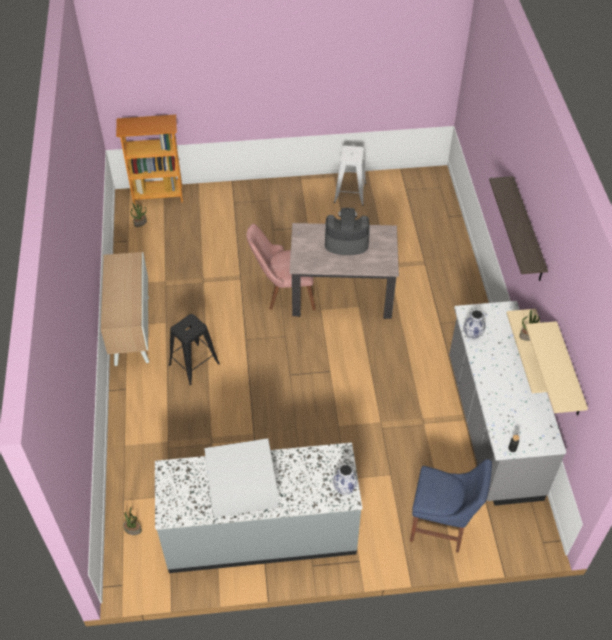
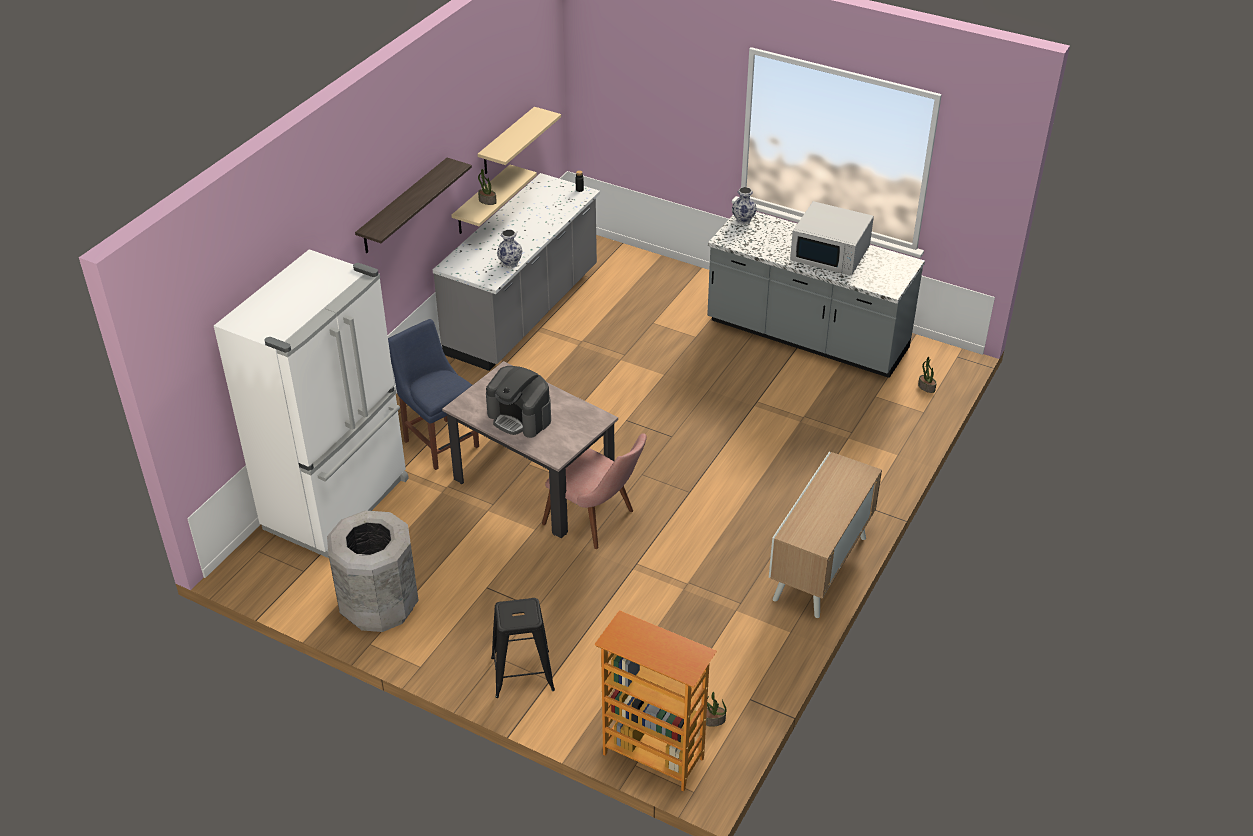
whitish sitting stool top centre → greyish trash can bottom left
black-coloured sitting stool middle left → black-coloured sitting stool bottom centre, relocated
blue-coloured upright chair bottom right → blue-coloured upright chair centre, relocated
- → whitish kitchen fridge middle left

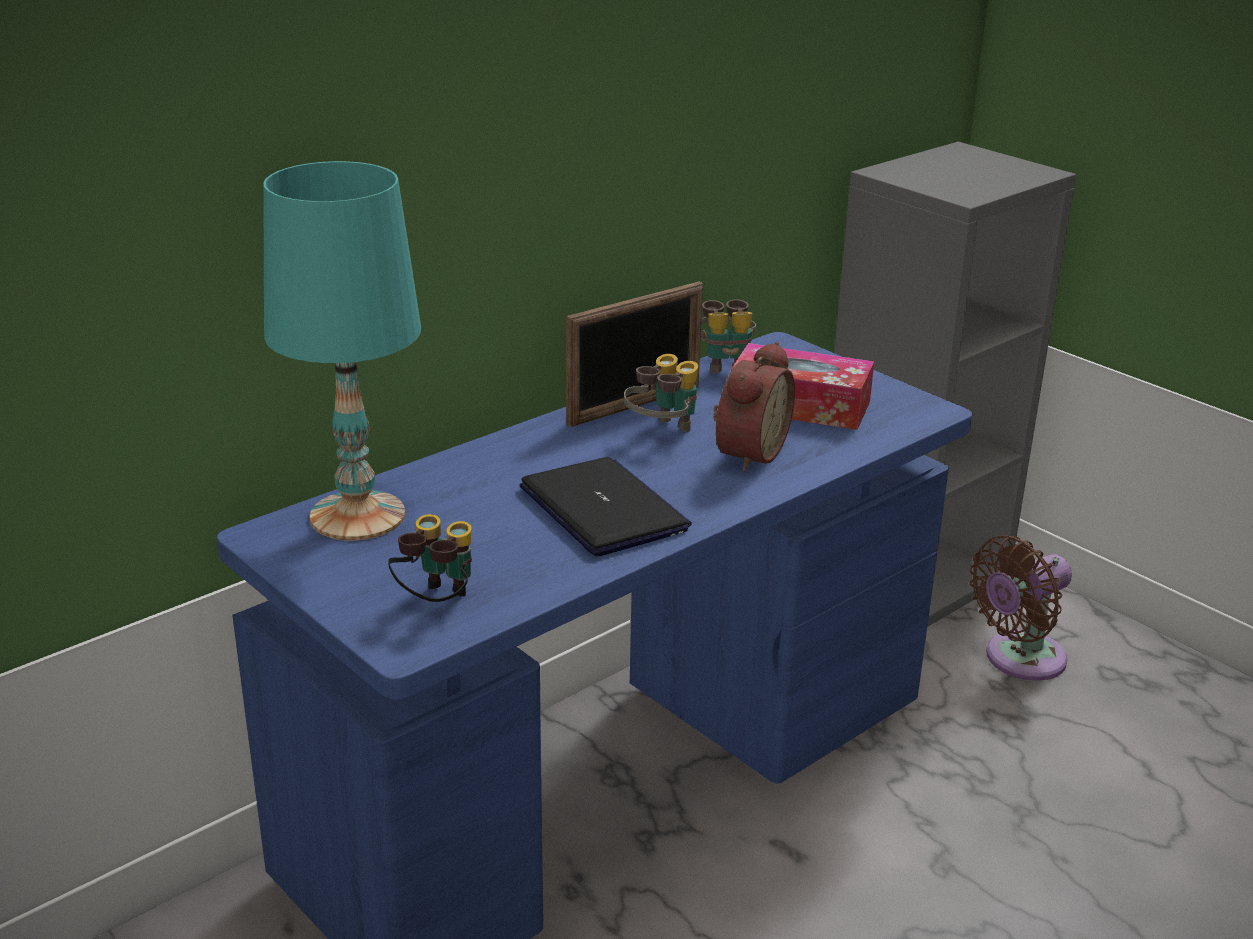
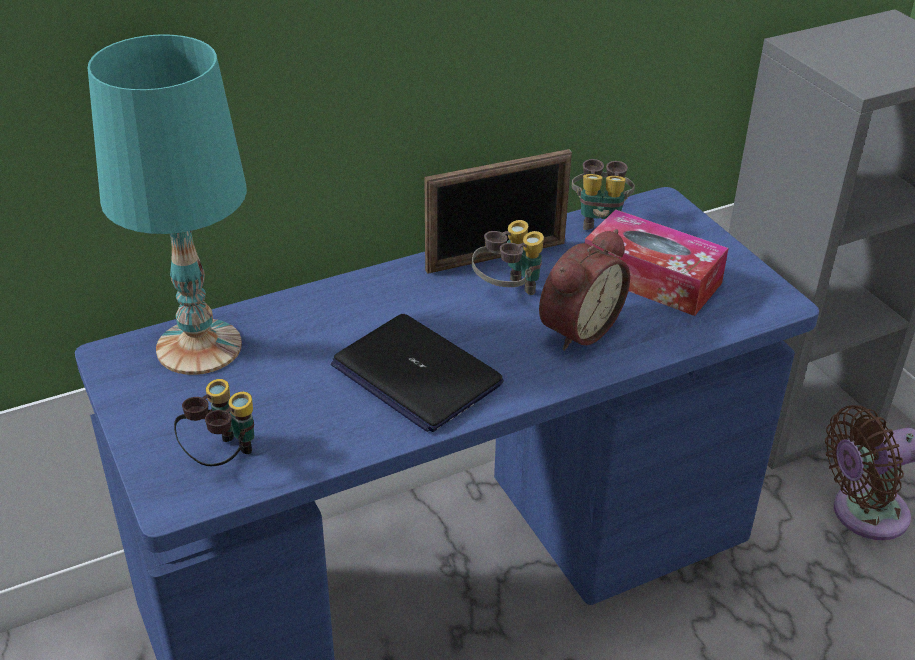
portable computer centre, 150 degrees clockwise

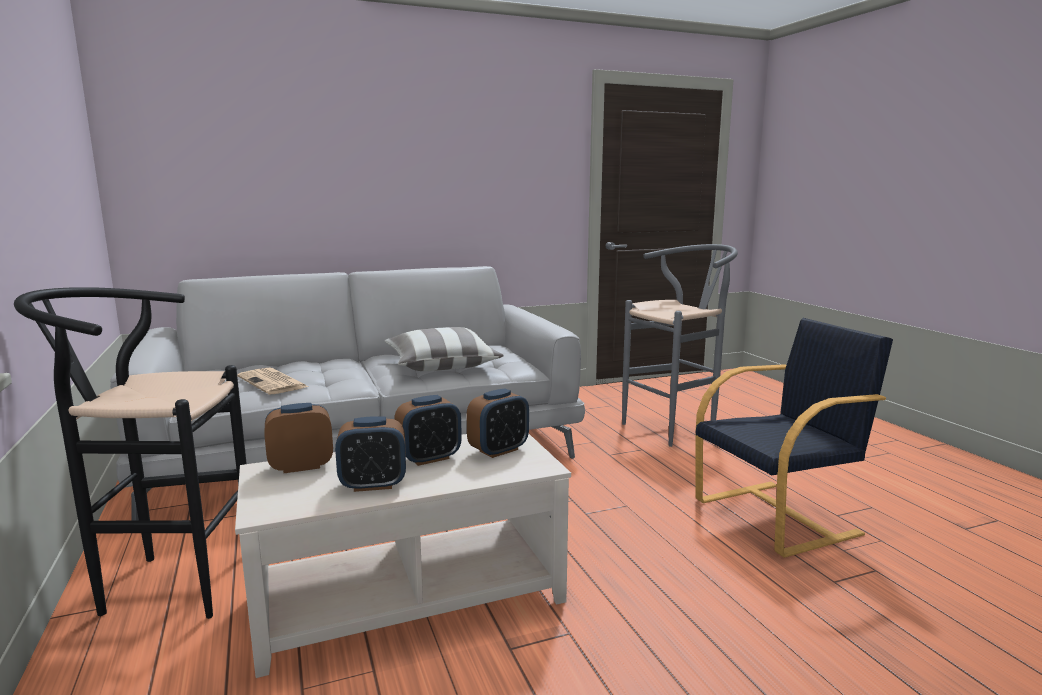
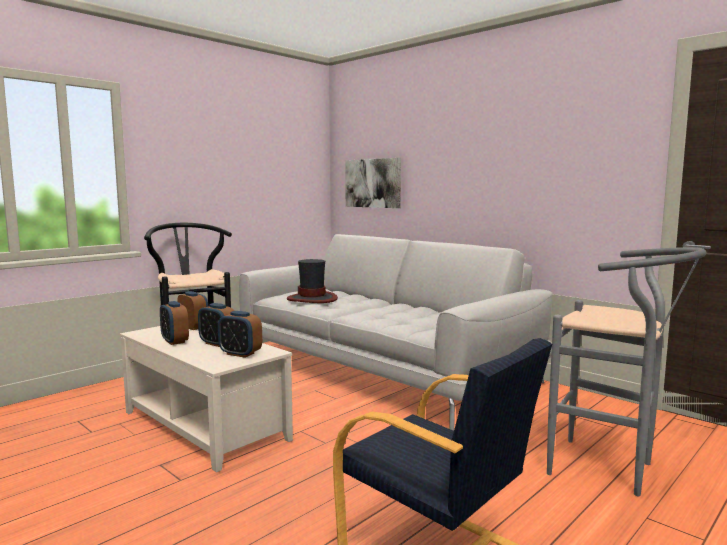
pillow centre → -
daily paper middle left → wearable hat centre
- → picture centre

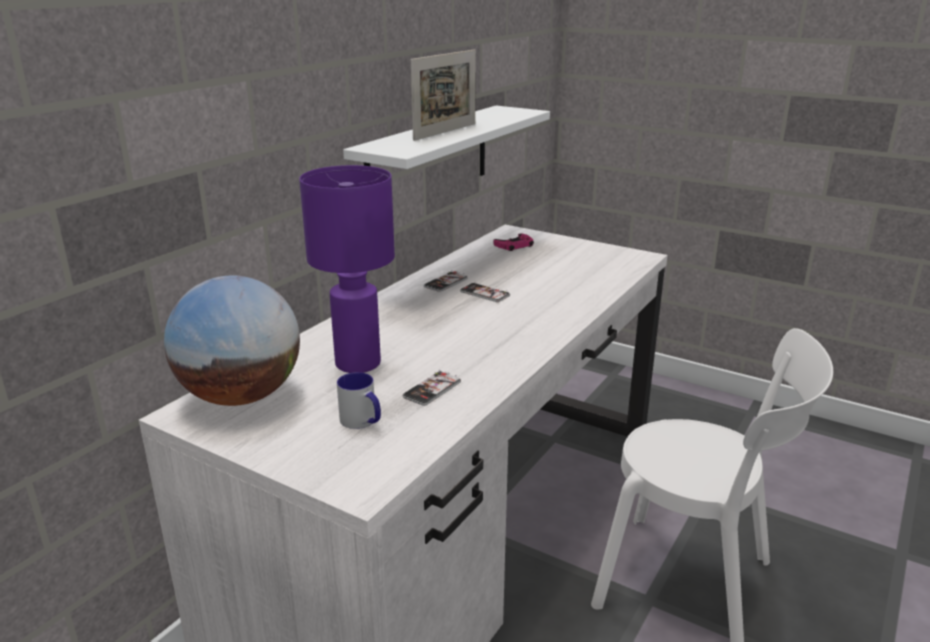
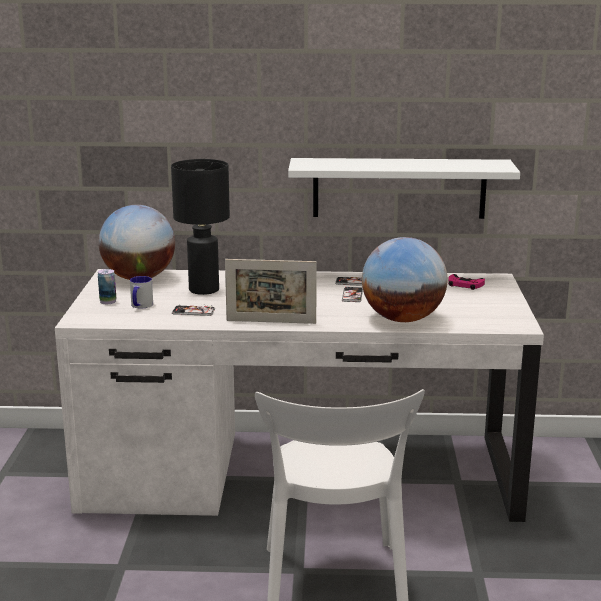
picture frame top centre → picture frame centre, relocated
purple lamp for a table centre → black-coloured lamp for a table middle left
- → globe (no. 2 from left) middle right
- → can middle left

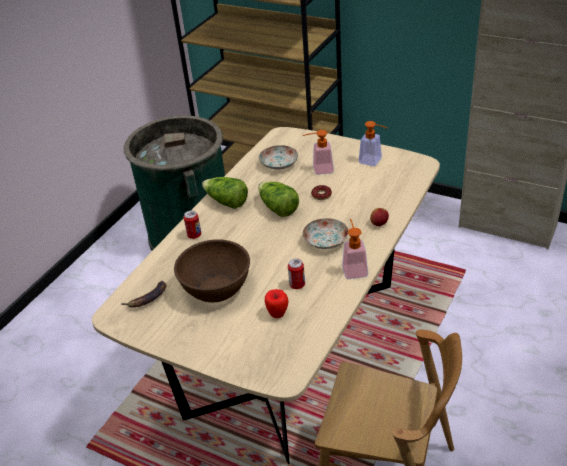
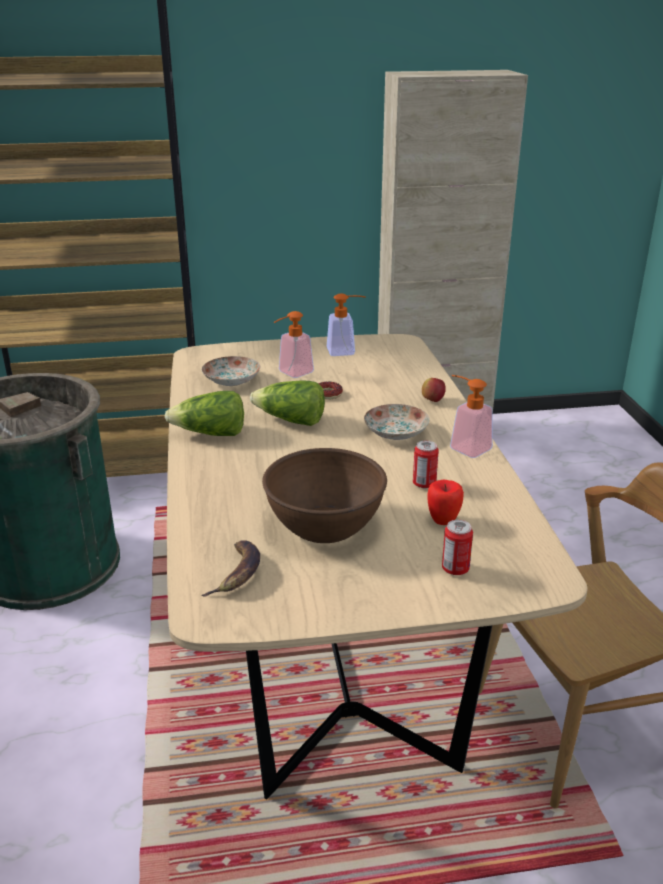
can (no. 1 from left in the first image) centre → can (no. 2 from left) middle right, relocated

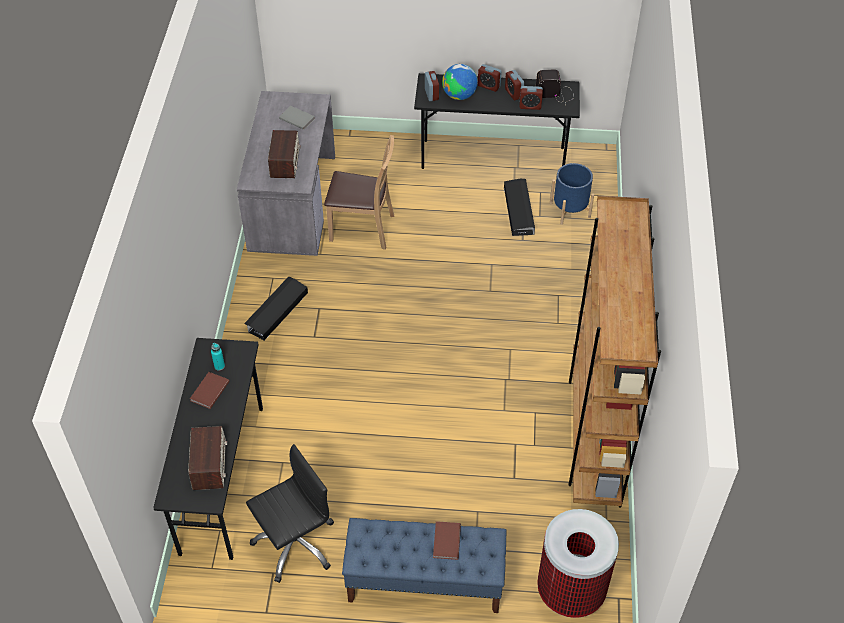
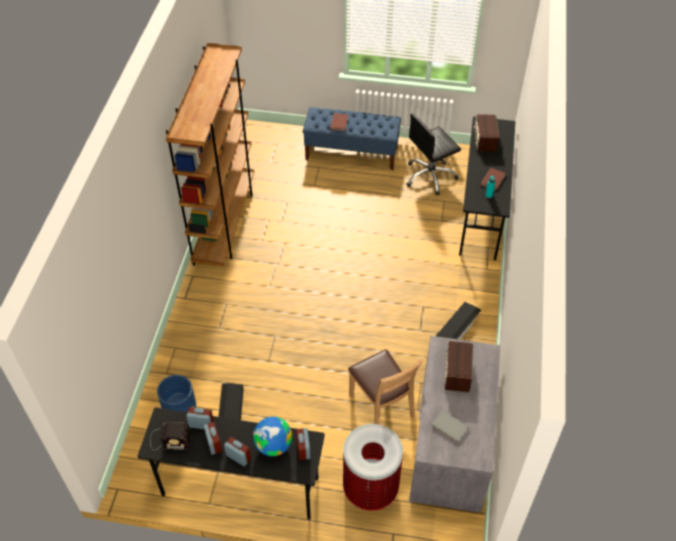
brownish upright chair top centre → brownish upright chair bottom centre, 135 degrees counterclockwise
trash can bottom right → trash can bottom centre, relocated

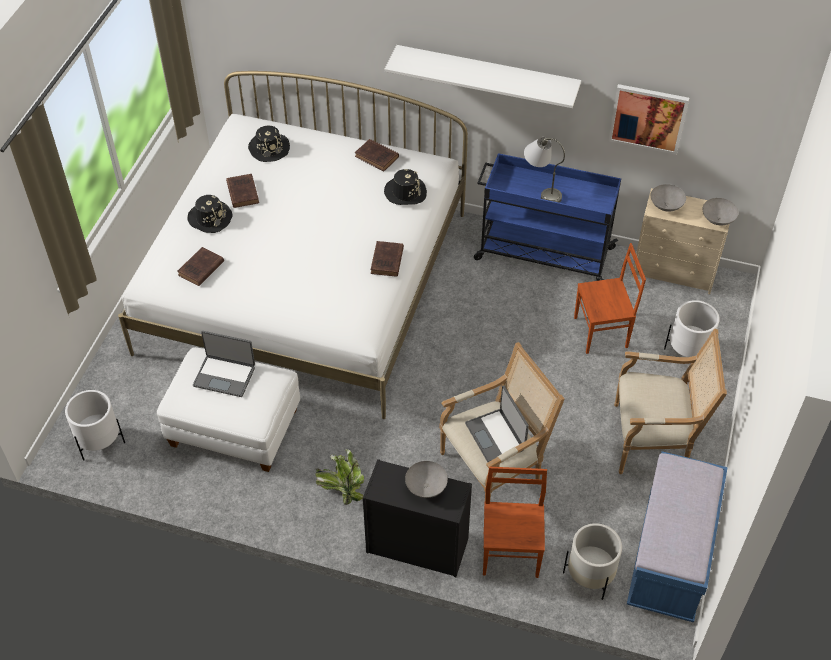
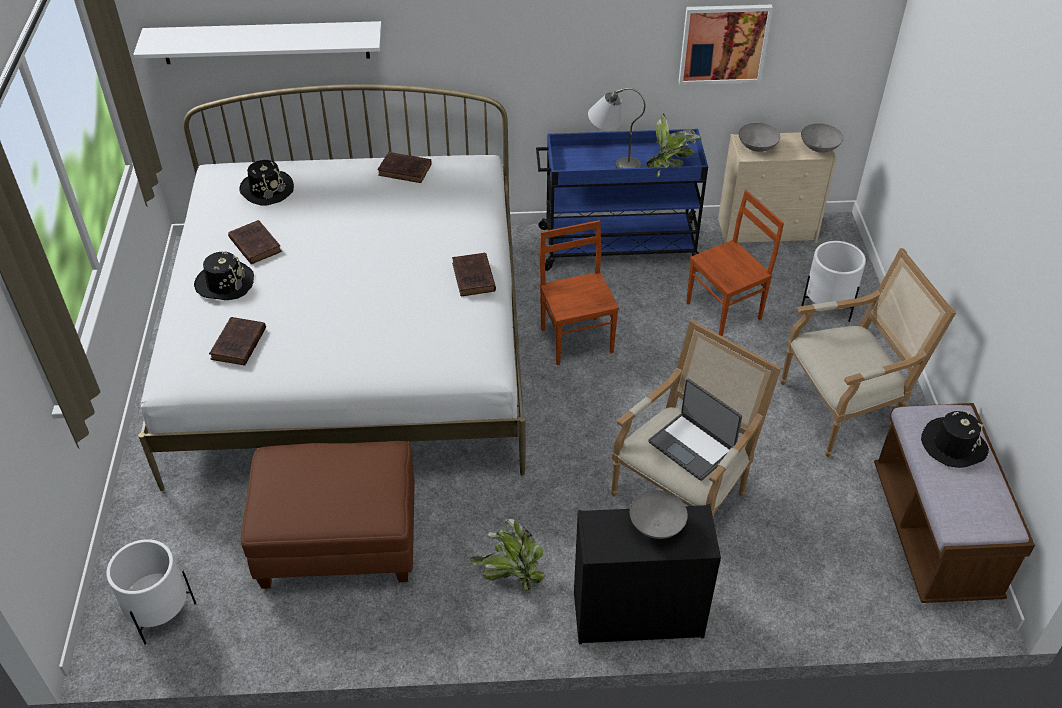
whitish wall shelf top centre → whitish wall shelf top left, relocated
black-coloured wearable hat (no. 3 from left) top centre → black-coloured wearable hat (no. 3 from left) middle right, relocated
portable computer (no. 1 from left) middle left → -
whitish ottoman middle left → brownish ottoman bottom left
blue-coloured indoor bench bottom right → brownish indoor bench bottom right
brownish upright chair (no. 1 from left) bottom centre → brownish upright chair (no. 1 from left) centre, relocated
whitish plant pot (no. 2 from left) bottom right → -
- → houseplant (no. 2 from left) top centre

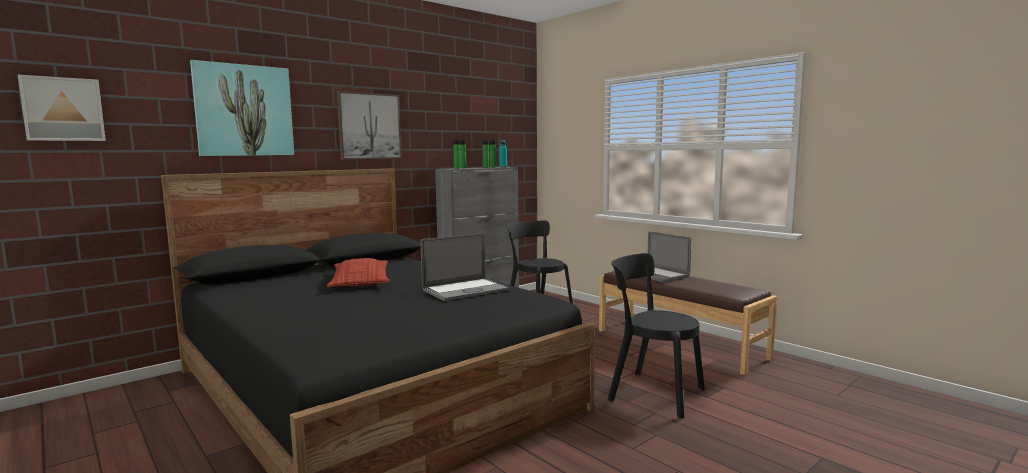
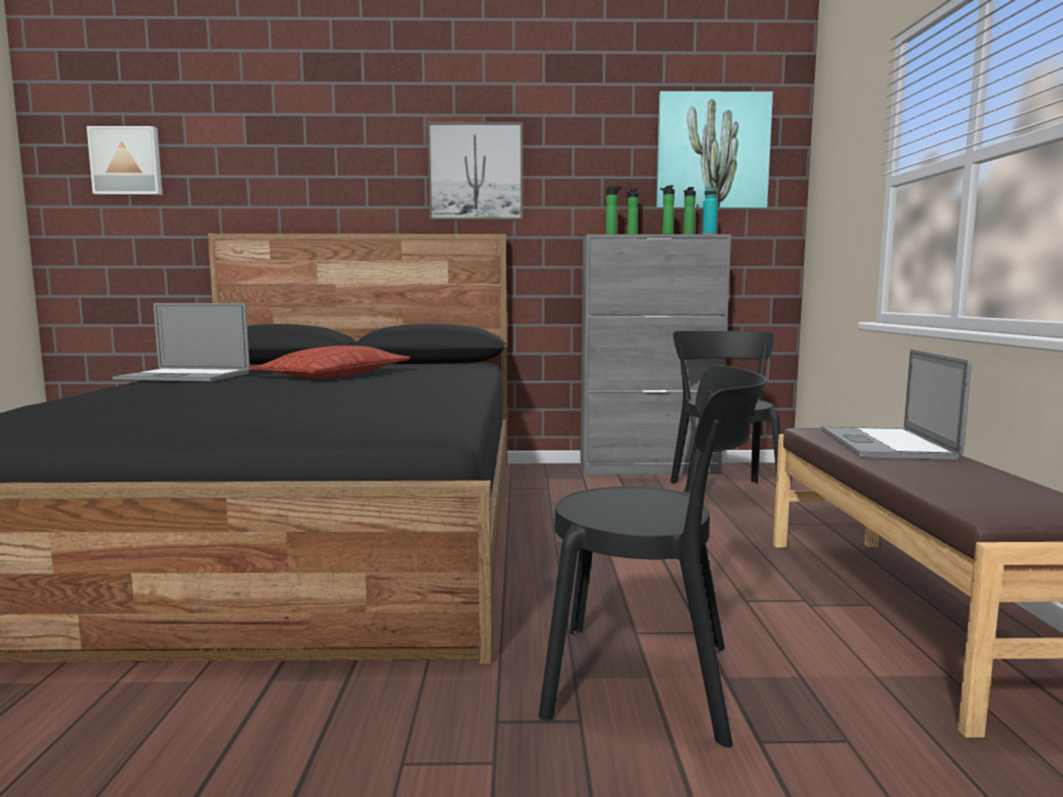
picture (no. 2 from left in the first image) top left → picture (no. 3 from left) top right, relocated
portable computer (no. 1 from left) centre → portable computer (no. 1 from left) middle left, relocated
black-coloured upright chair (no. 2 from left in the first image) bottom centre → black-coloured upright chair (no. 1 from left) bottom centre, 120 degrees clockwise

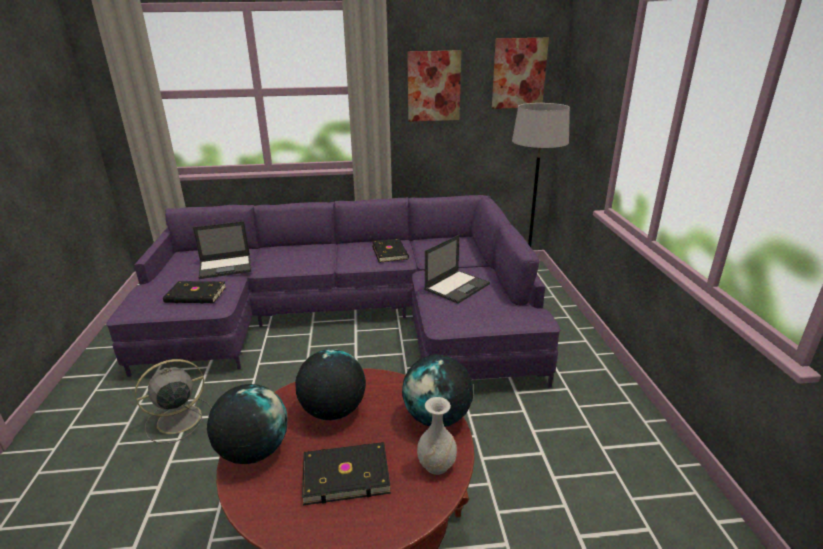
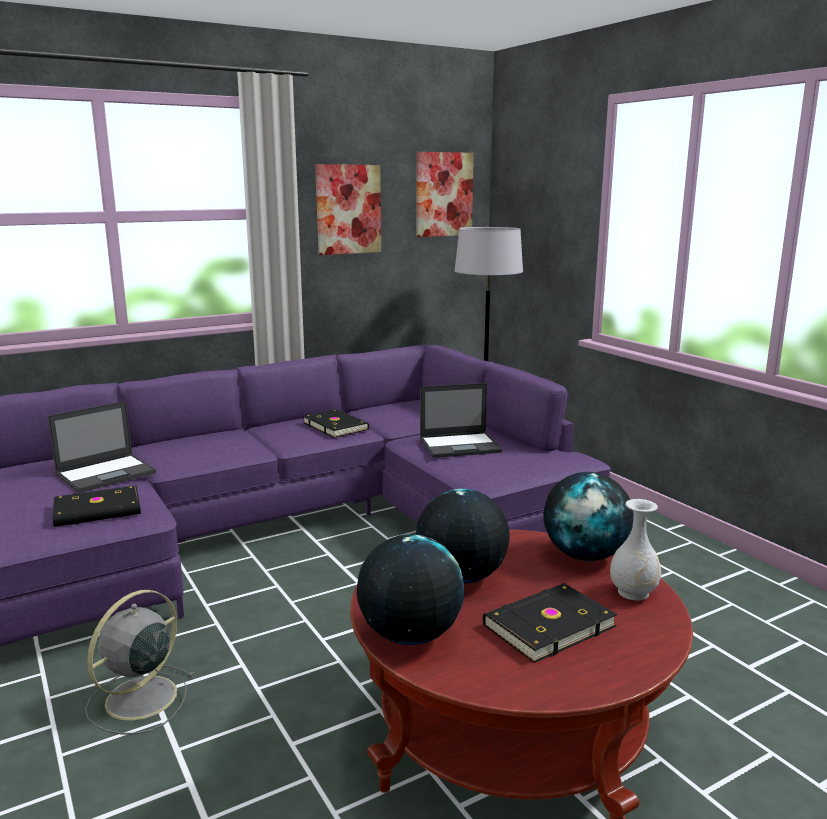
portable computer (no. 2 from left) centre, 60 degrees clockwise

